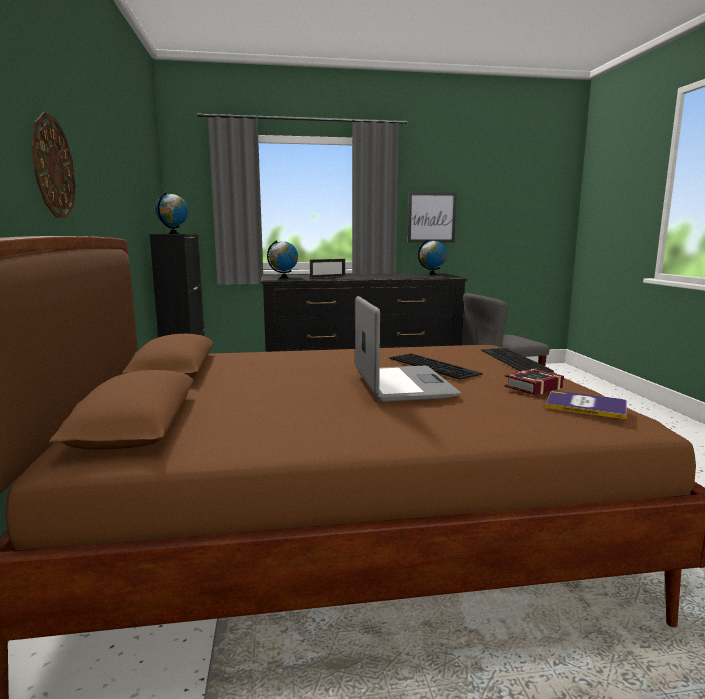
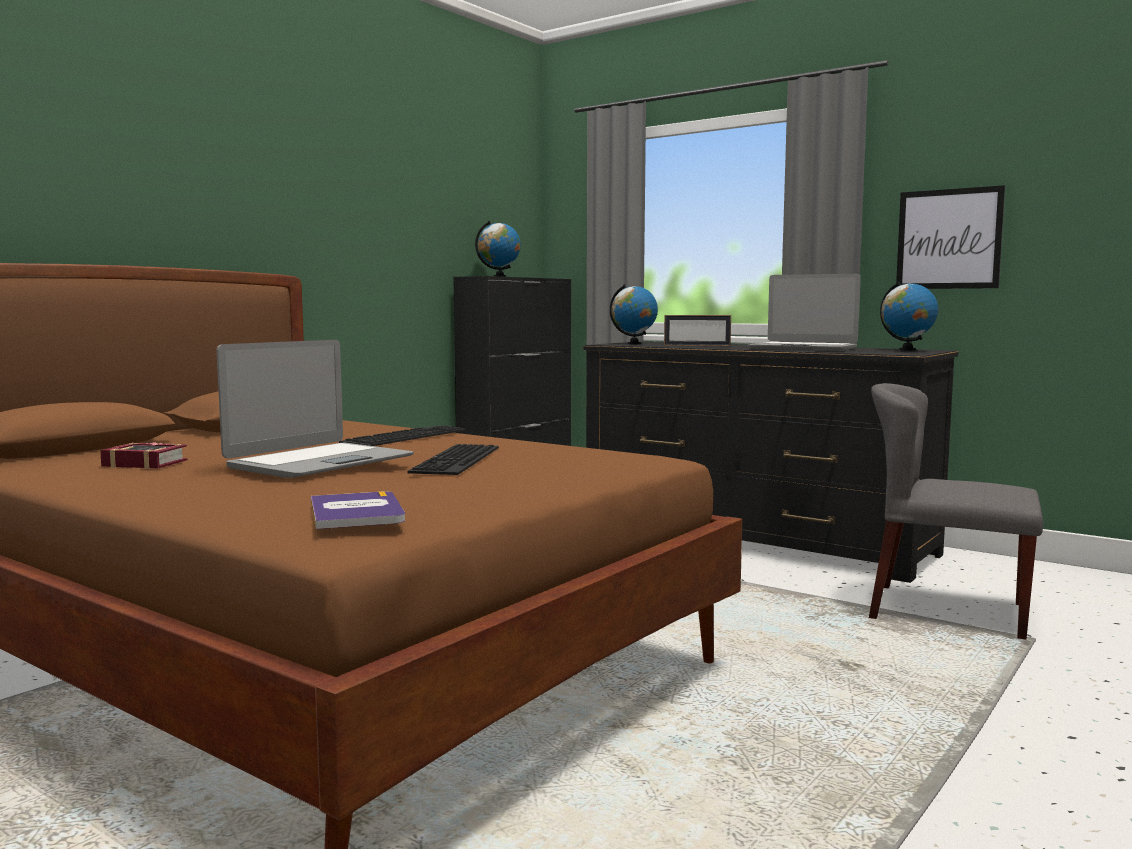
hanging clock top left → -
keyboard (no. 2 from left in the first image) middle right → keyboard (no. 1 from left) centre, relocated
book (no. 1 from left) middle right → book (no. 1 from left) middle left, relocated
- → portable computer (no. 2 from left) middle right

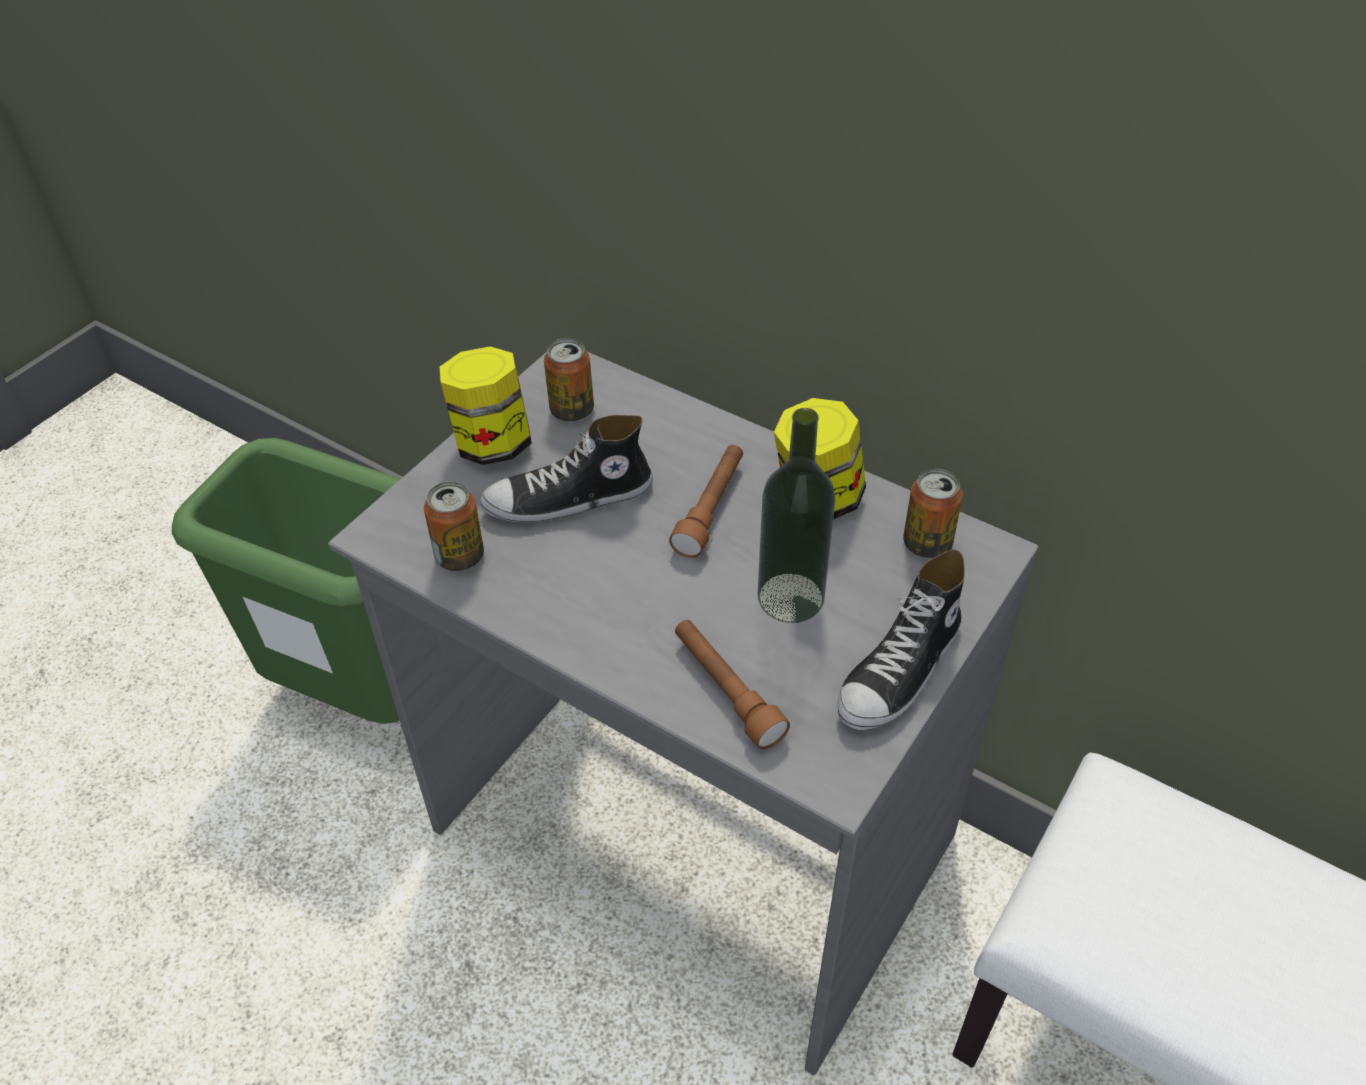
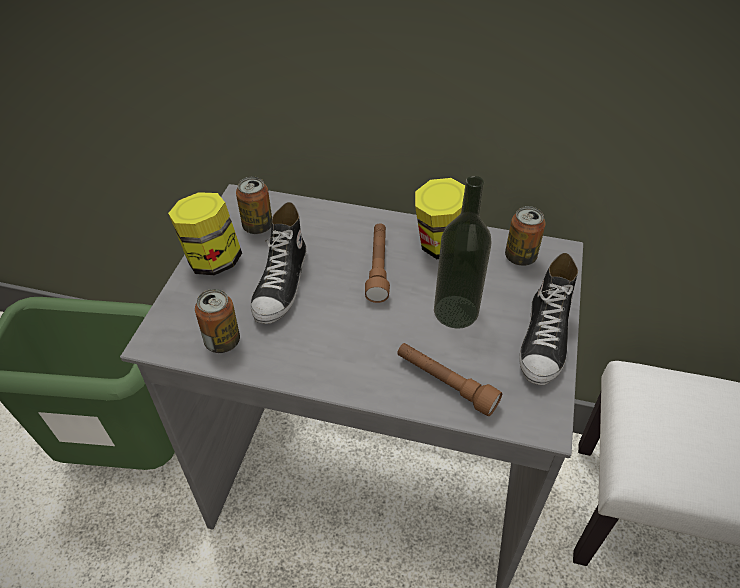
low shoe (no. 1 from left) centre, 45 degrees counterclockwise

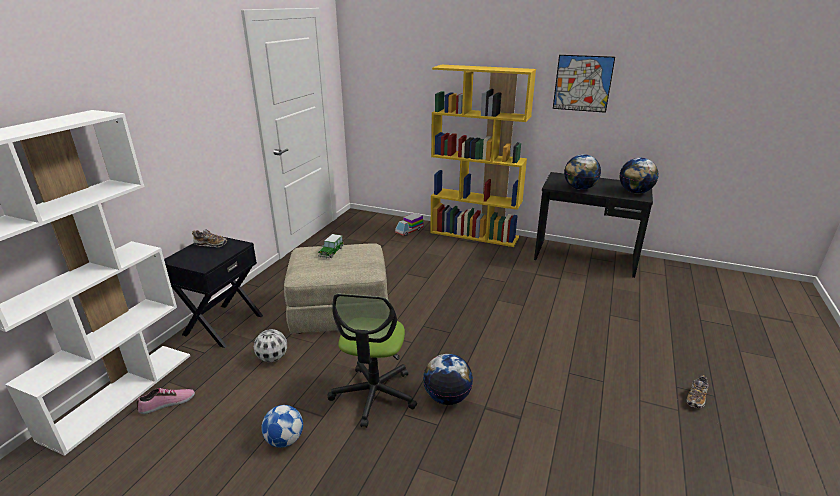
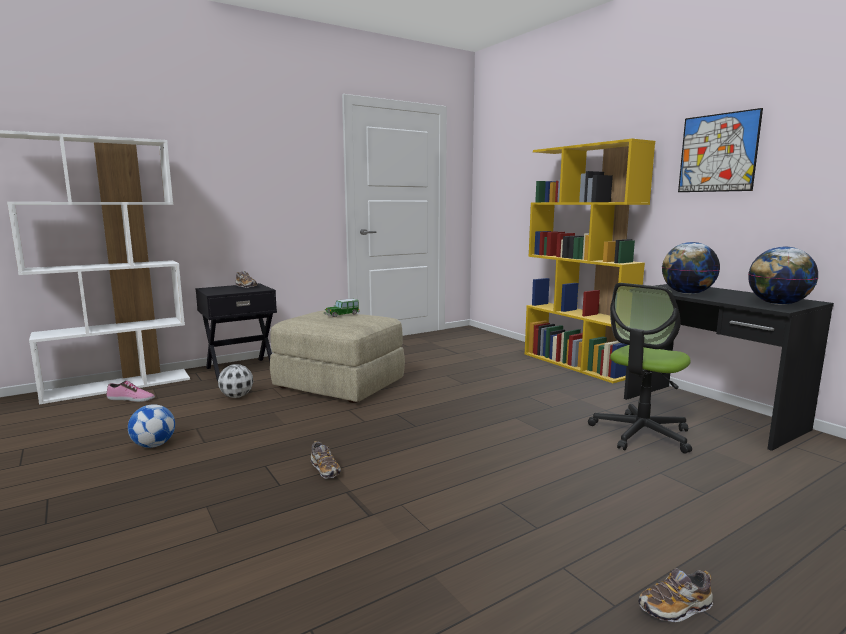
toy lorry centre → -
desk chair bottom centre → desk chair middle right, relocated
globe (no. 1 from left) bottom centre → low shoe (no. 3 from left) bottom centre

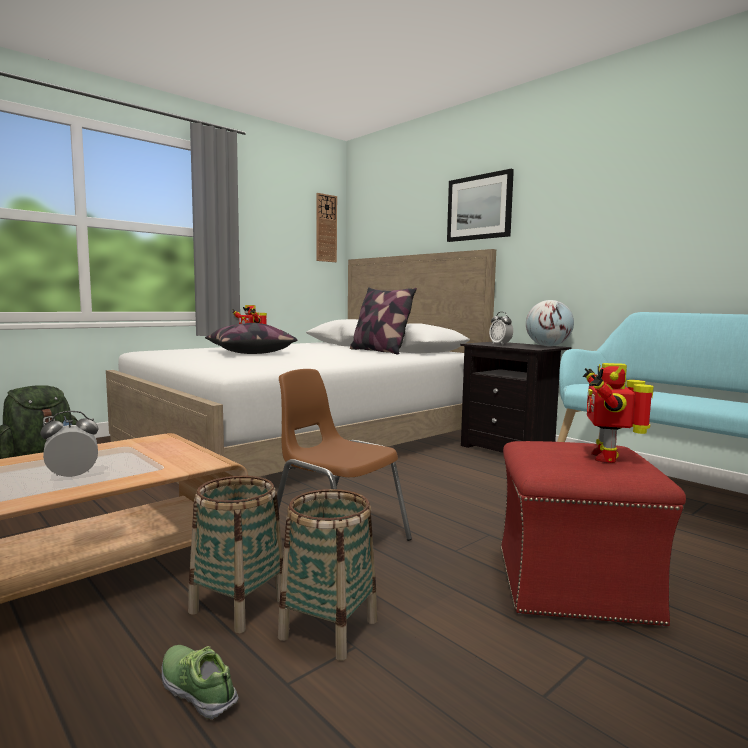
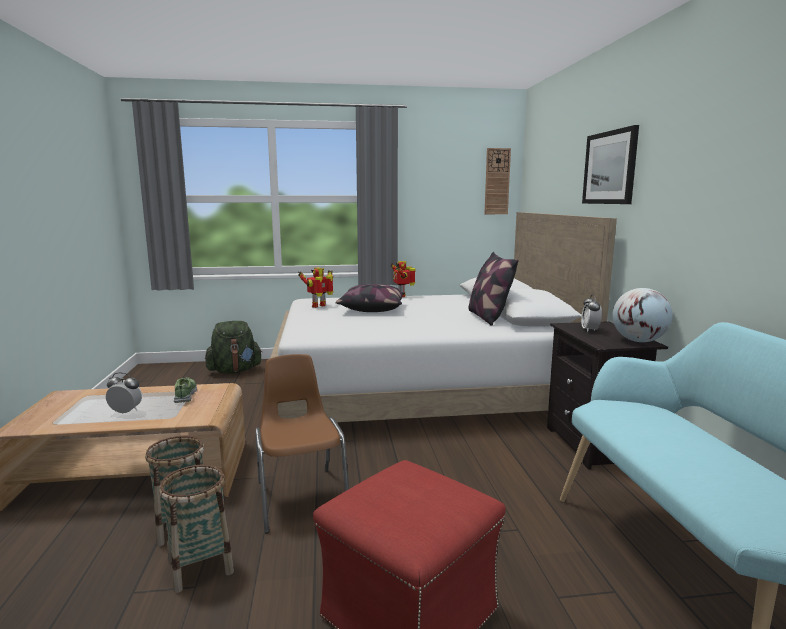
robot figure (no. 2 from left in the first image) middle right → robot figure (no. 1 from left) centre, relocated
low shoe bottom left → low shoe middle left, relocated

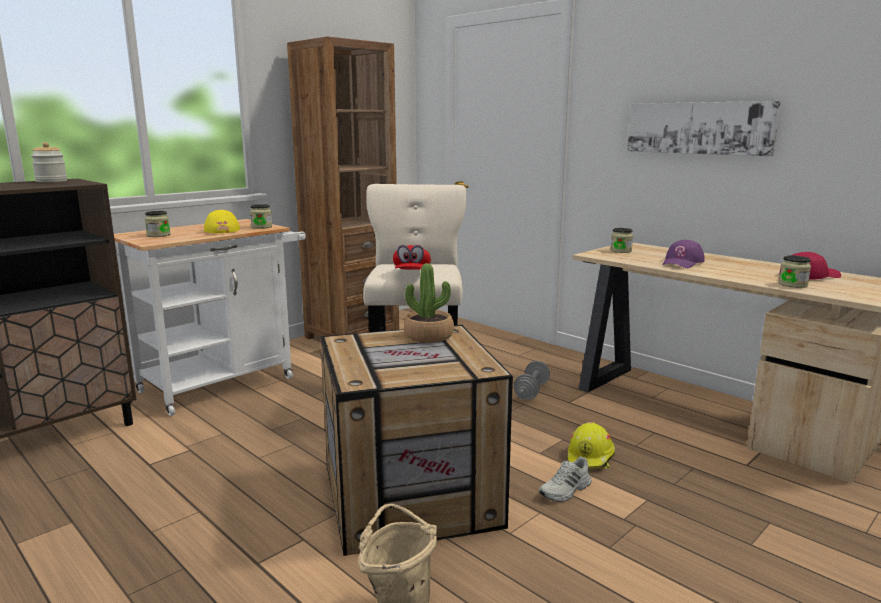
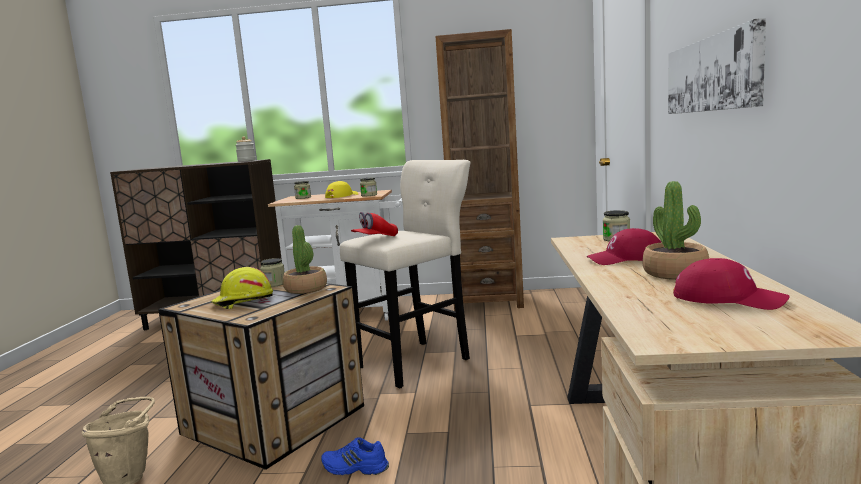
purple baseball cap middle right → reddish baseball cap (no. 2 from left) middle right
preserve jar (no. 5 from left in the first image) middle right → preserve jar (no. 2 from left) middle left, relocated
greyish dumbbell centre → -
yellowish work helmet bottom right → yellowish work helmet middle left, relocated
whitish low shoe bottom centre → blue-coloured low shoe bottom centre
- → houseplant (no. 2 from left) middle right

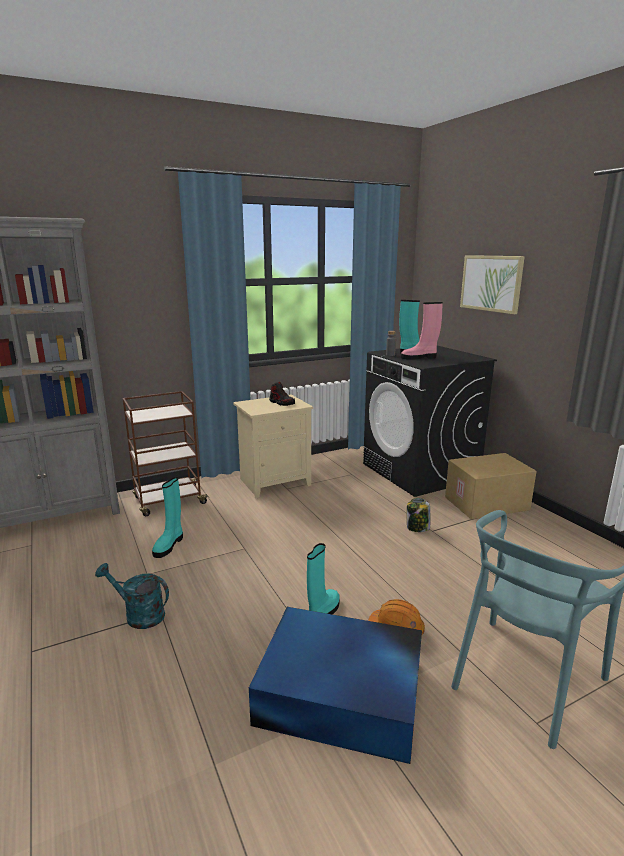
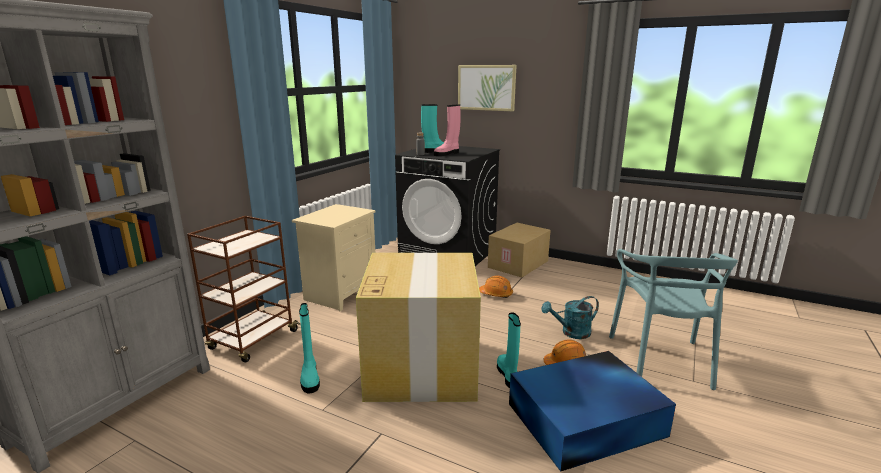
low shoe centre → -
preserve jar middle right → orangey work helmet (no. 1 from left) centre
turquoise watering can bottom left → turquoise watering can bottom centre, relocated
- → carton (no. 1 from left) bottom centre

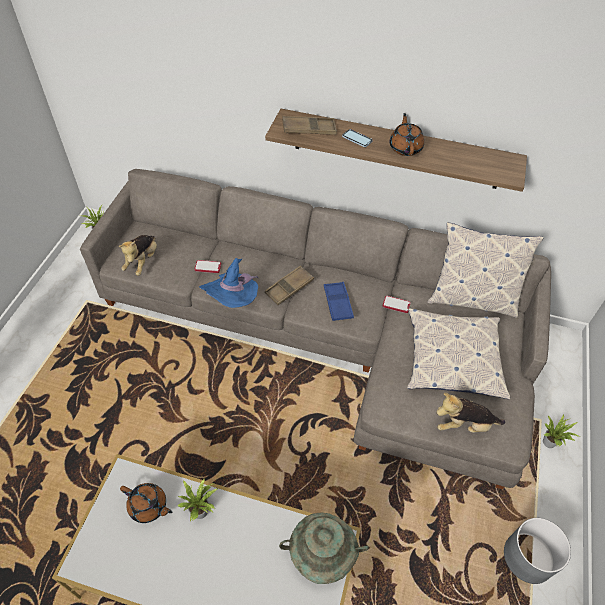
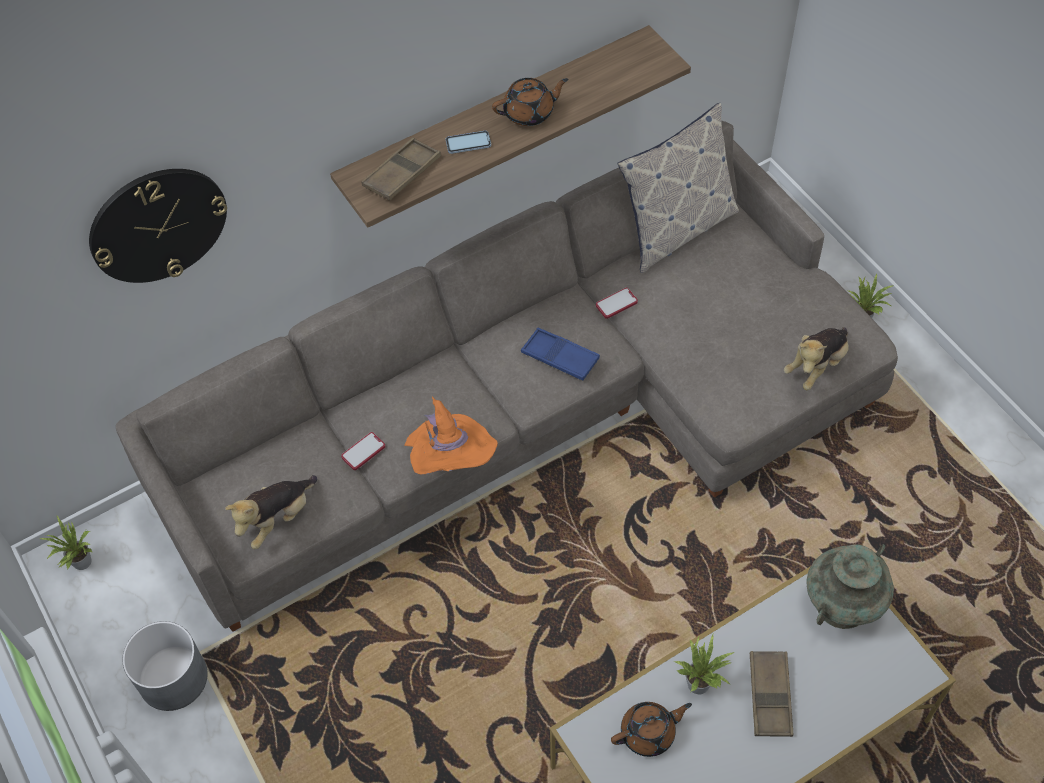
brownish tea pot (no. 2 from left in the first image) top right → brownish tea pot (no. 1 from left) top centre, 120 degrees clockwise
plush toy (no. 1 from left) middle left, 75 degrees clockwise
blue-coloured wearable hat centre → orangey wearable hat centre
brownish tray (no. 1 from left in the first image) centre → brownish tray (no. 2 from left) bottom right, relocated
pillow (no. 1 from left) middle right → -
greyish plant pot bottom right → greyish plant pot bottom left, relocated
- → hanging clock top left

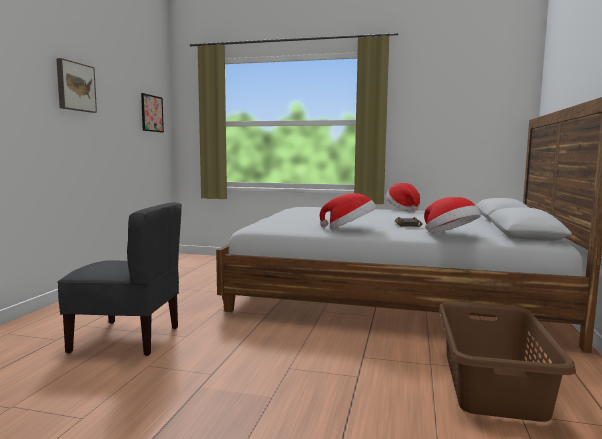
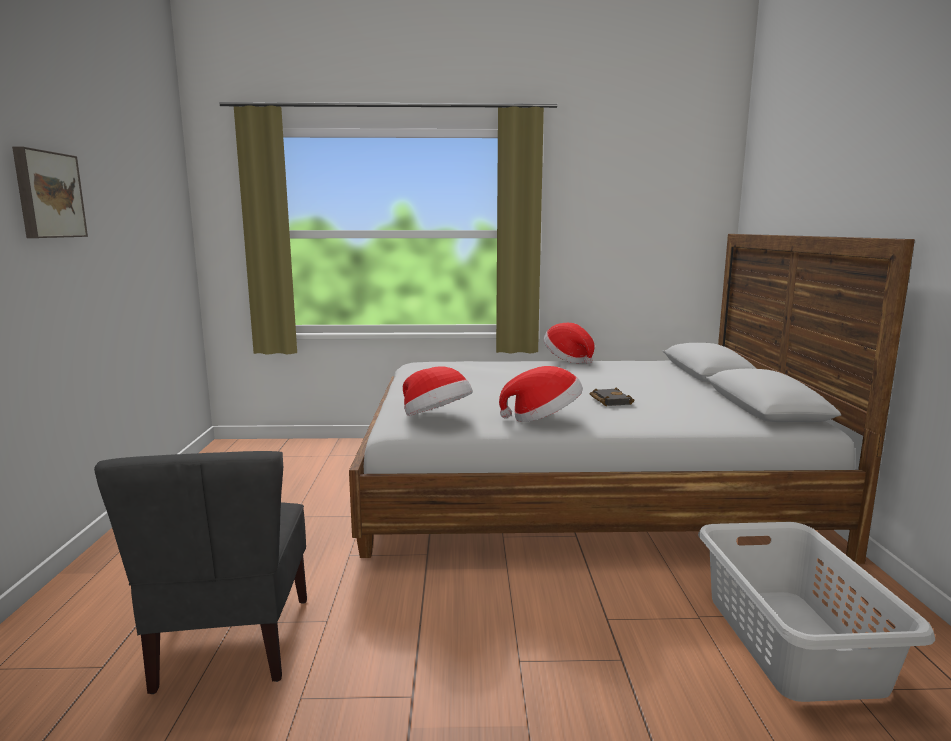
picture (no. 2 from left) top left → -
wearable hat (no. 3 from left in the first image) middle right → wearable hat (no. 1 from left) centre, relocated
greyish upright chair middle left → greyish upright chair bottom left, 90 degrees clockwise
brownish washing basket bottom right → greyish washing basket bottom right

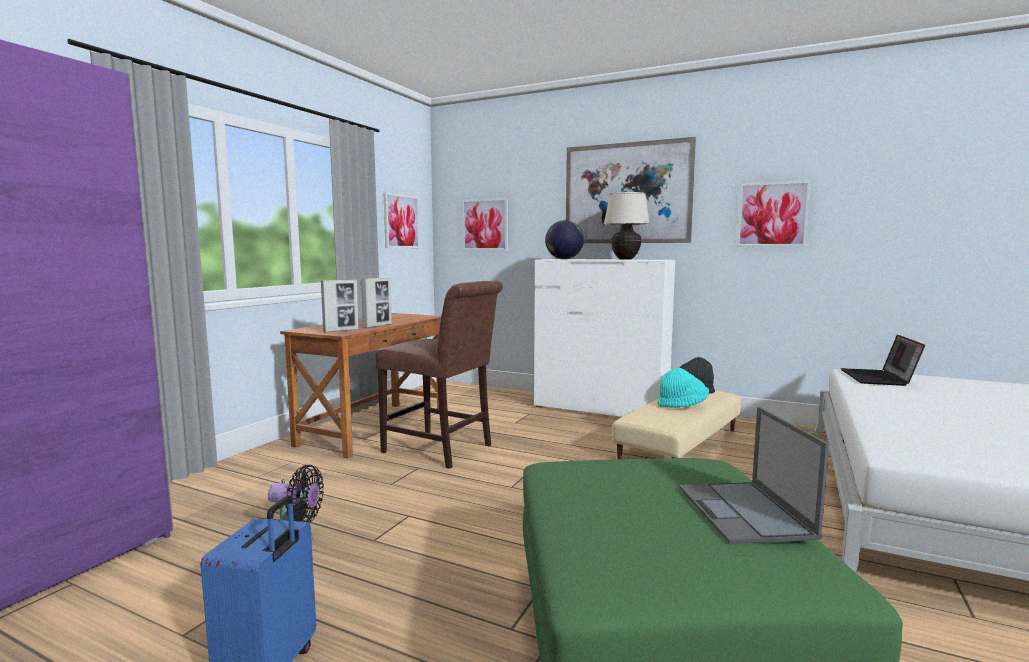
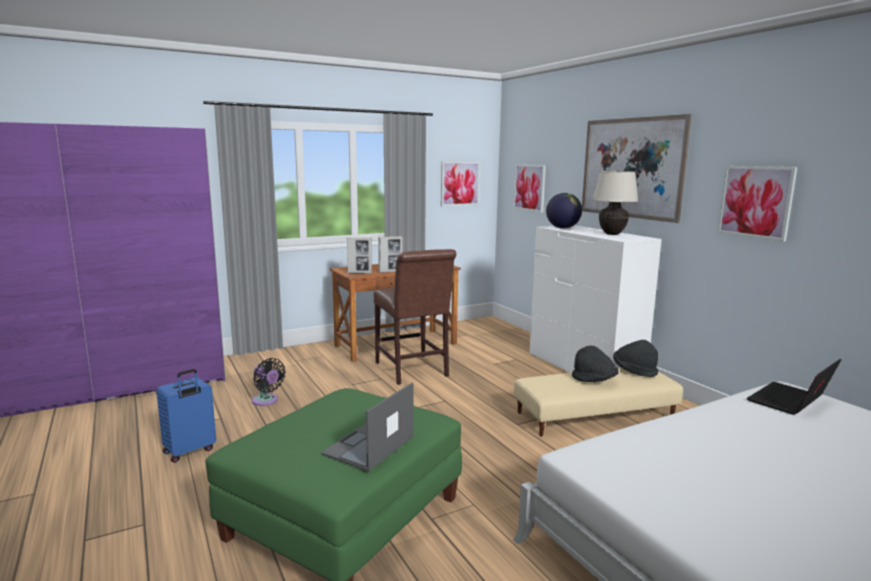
turquoise wearable hat centre → black-coloured wearable hat (no. 1 from left) middle right

